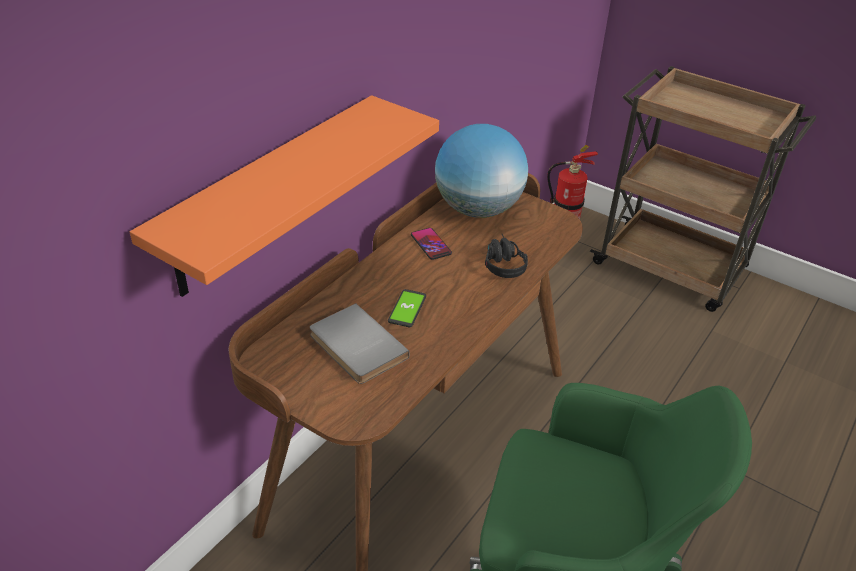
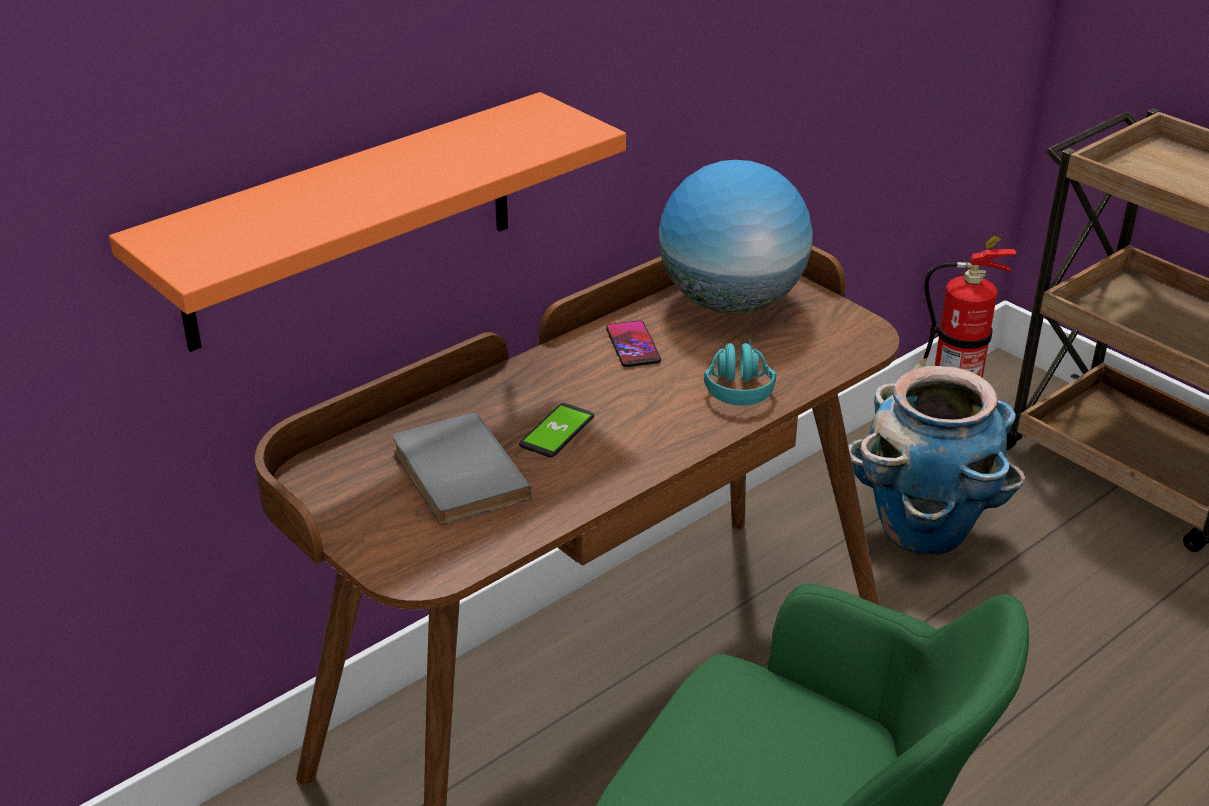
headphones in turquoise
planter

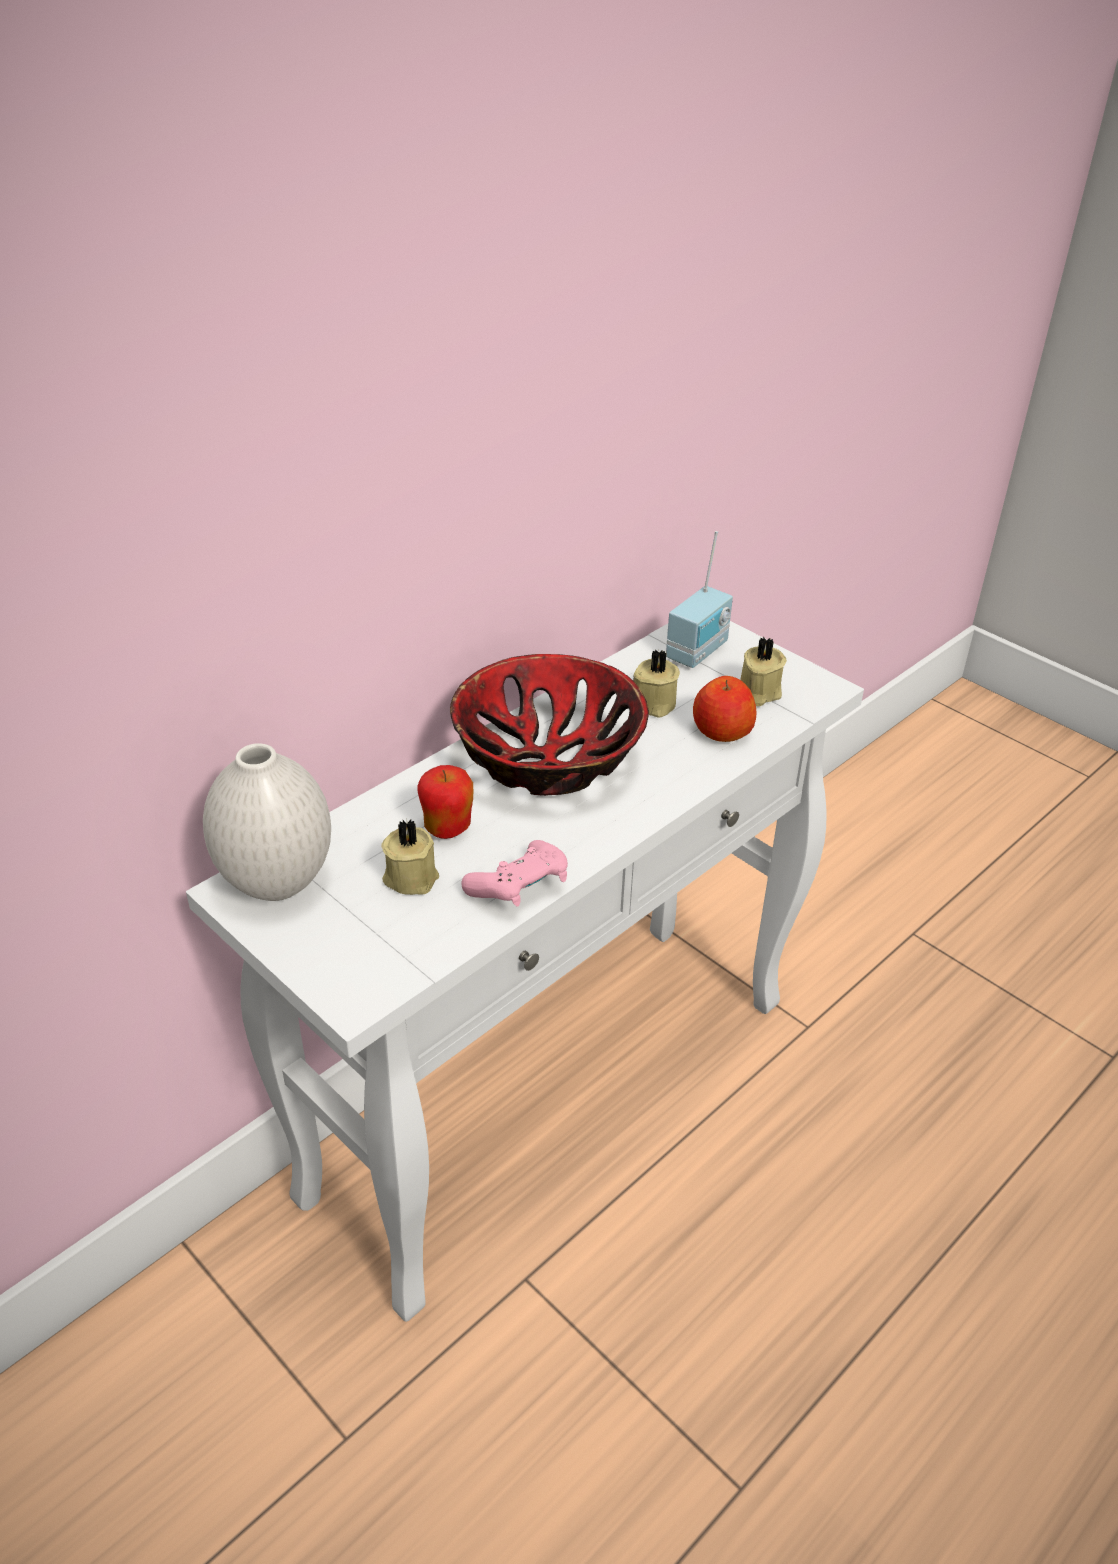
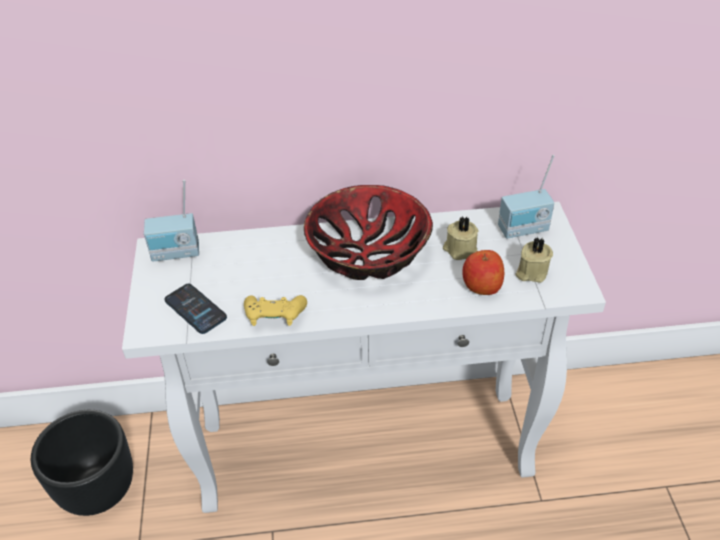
radio (1st from left)
candle in beige (1st from left in the first image)
apple (1st from left in the first image)
game controller in yellow
planter in black
phone

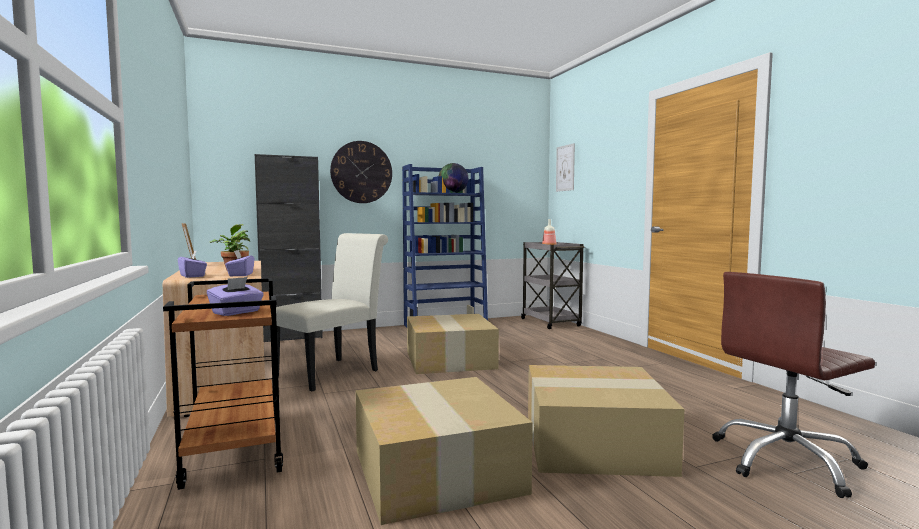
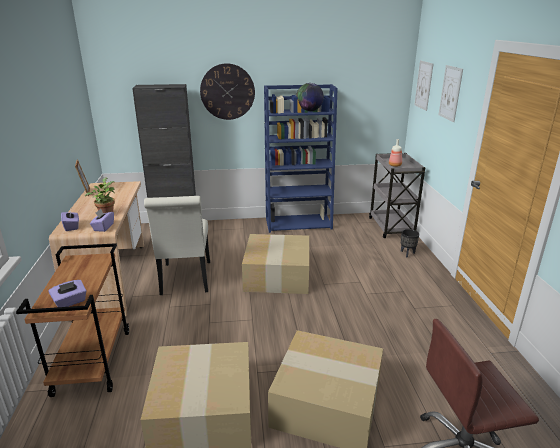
chair in white
planter in black
picture (2nd from left)

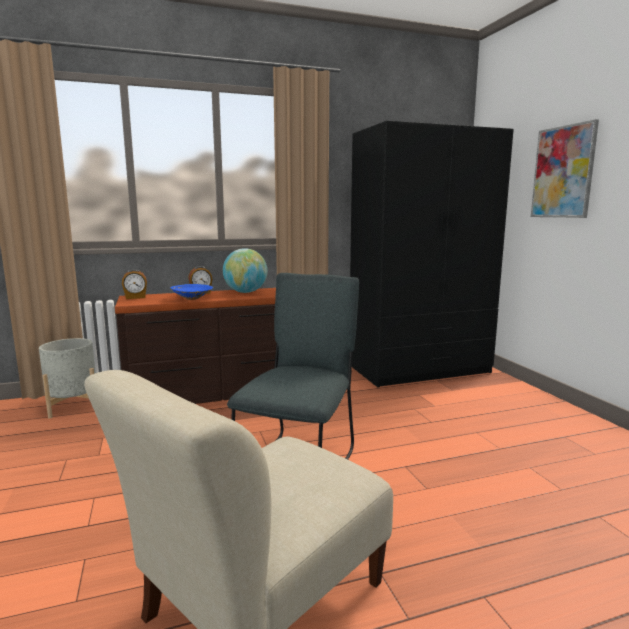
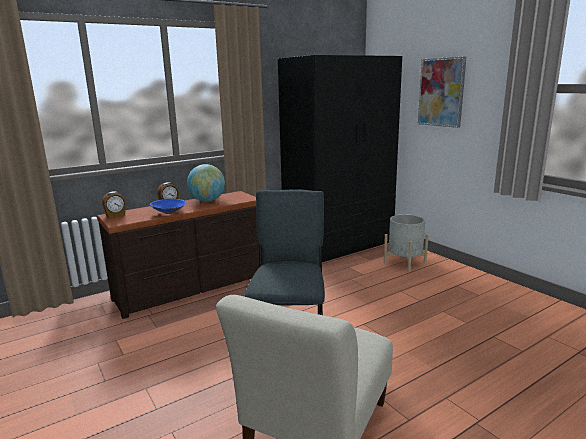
planter in grey

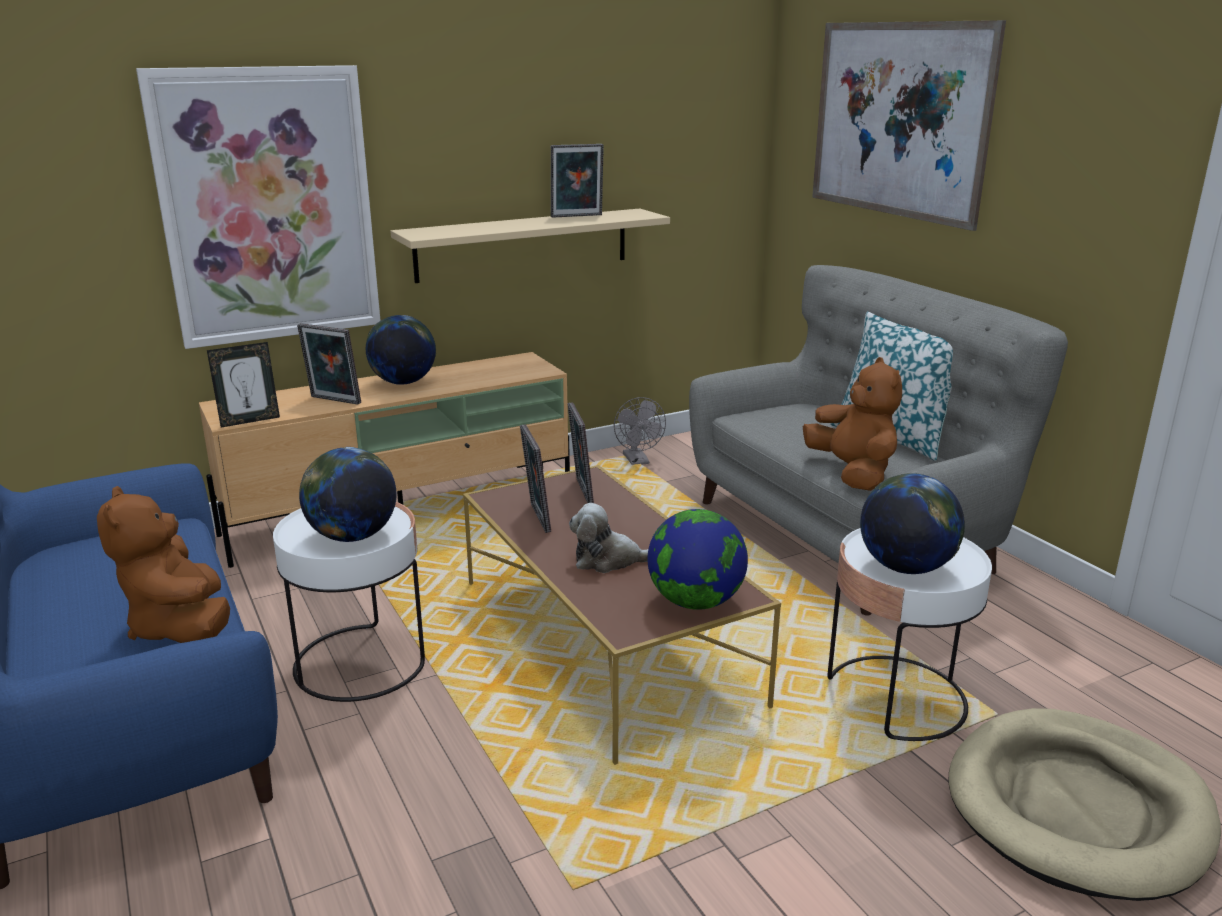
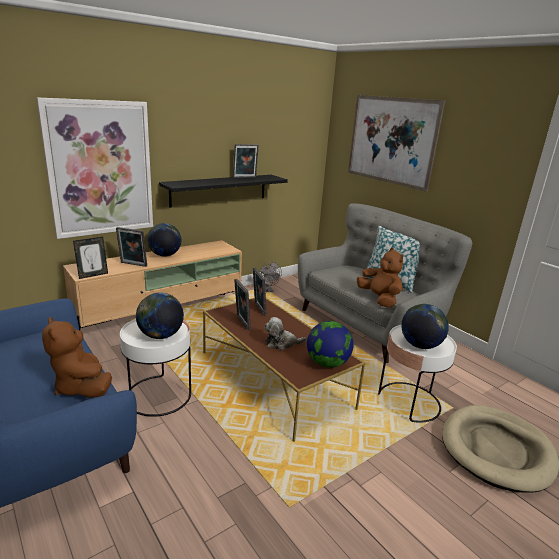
shelf in black

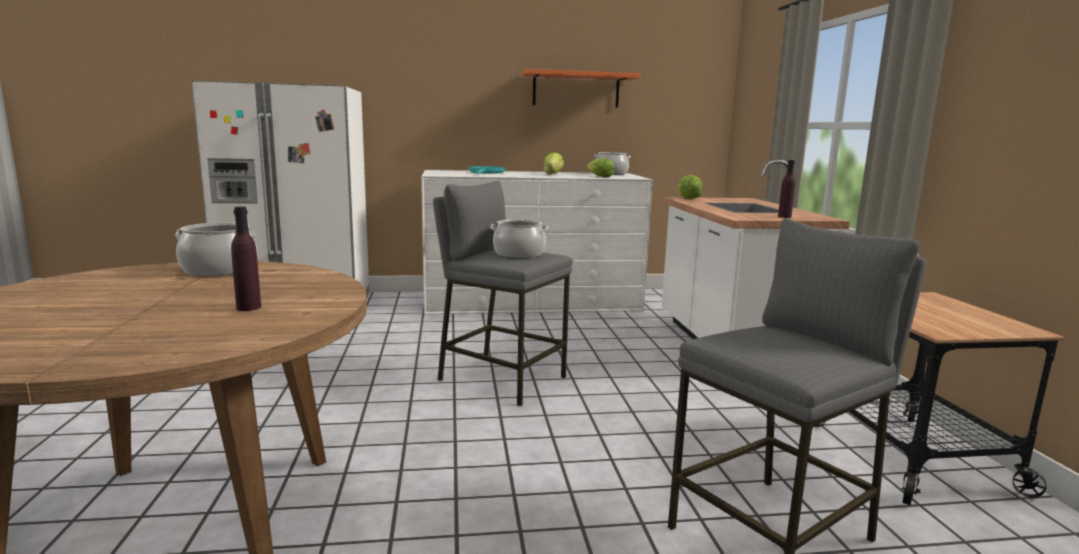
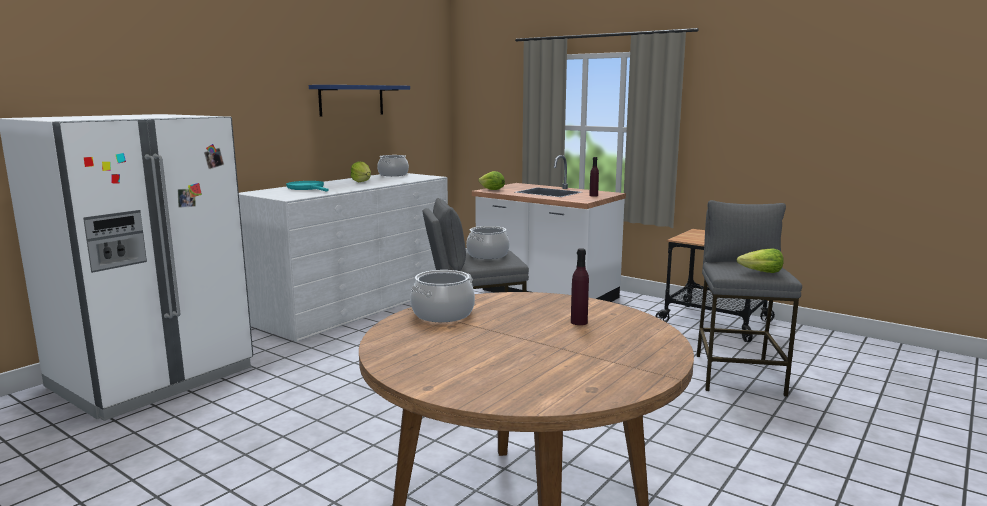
shelf in blue
lettuce (3rd from left)

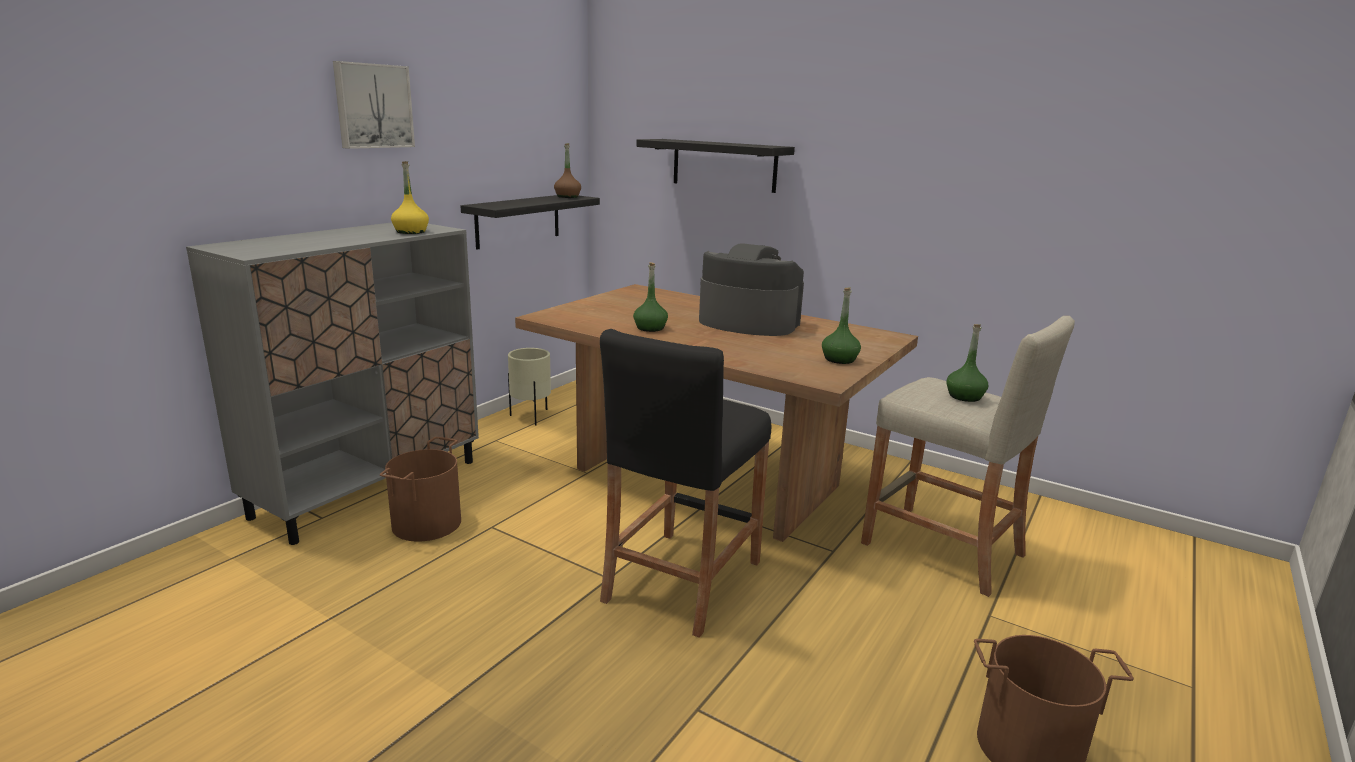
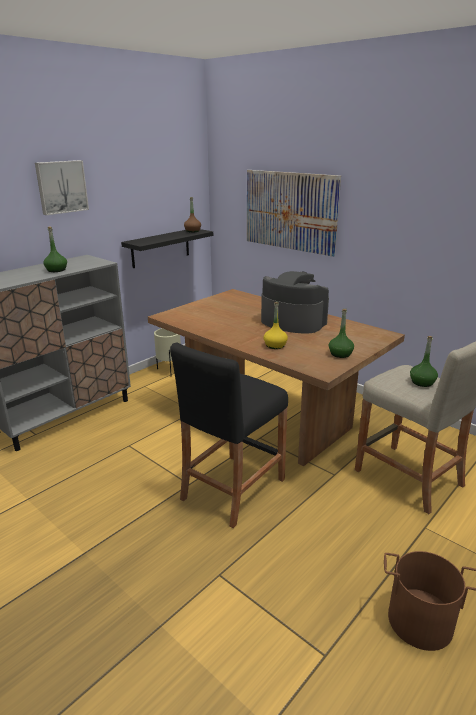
bucket in brown (1st from left in the first image)
bottle in yellow
bottle in green (1st from left)
picture (2nd from left)

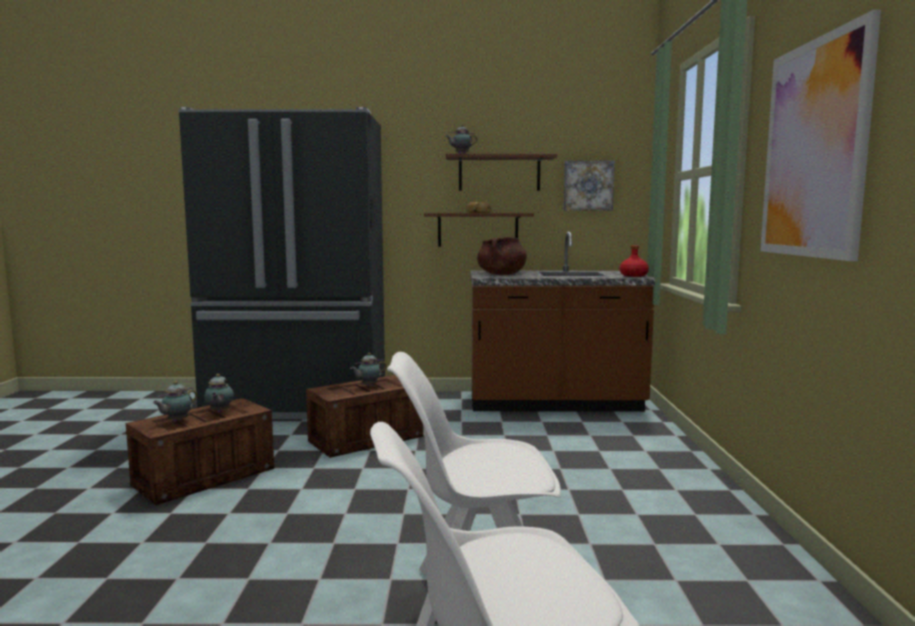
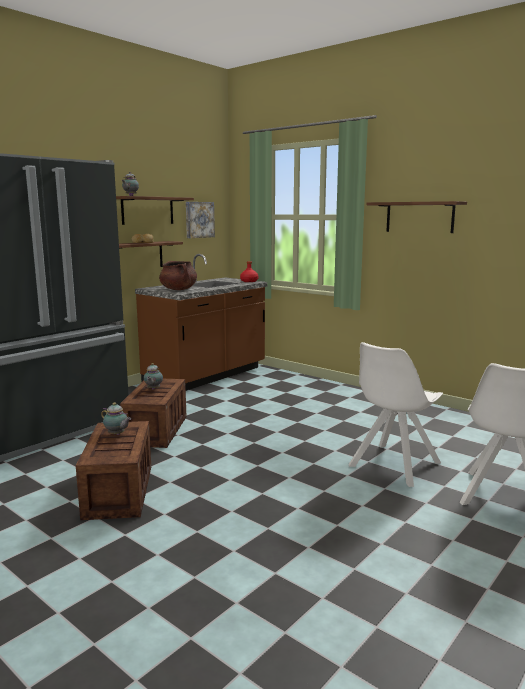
teapot (1st from left in the first image)
shelf (3rd from left)

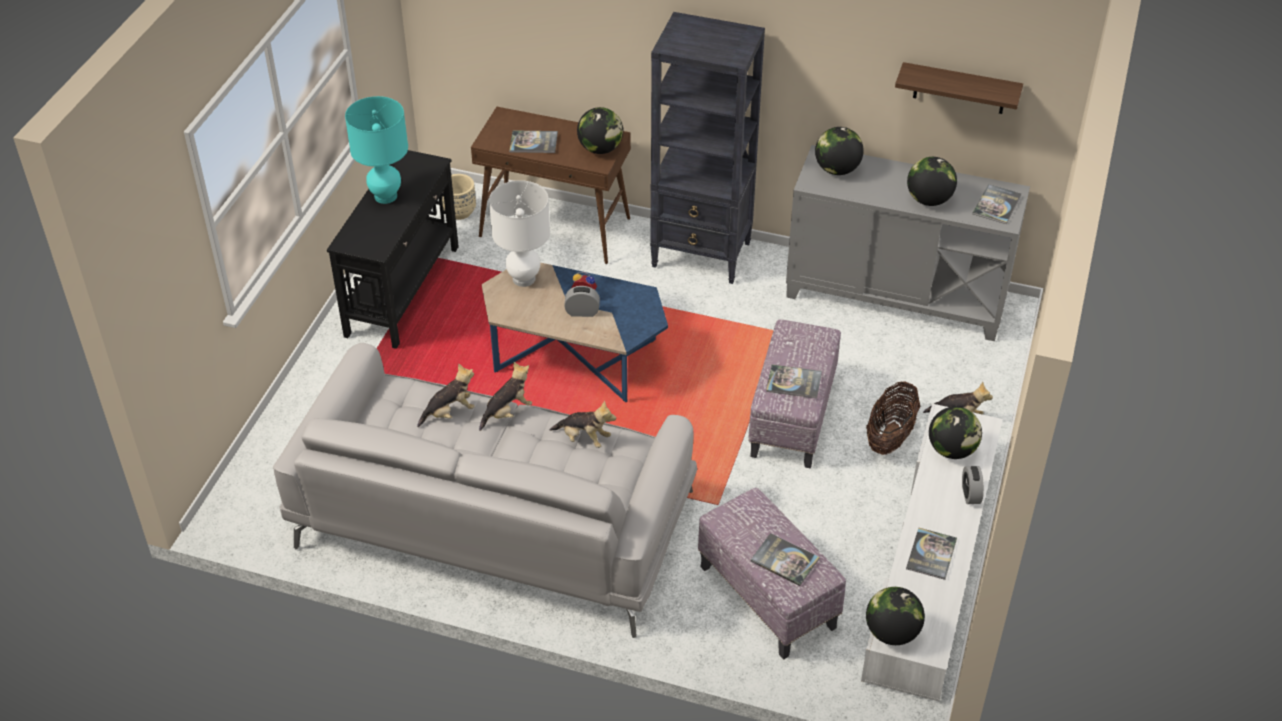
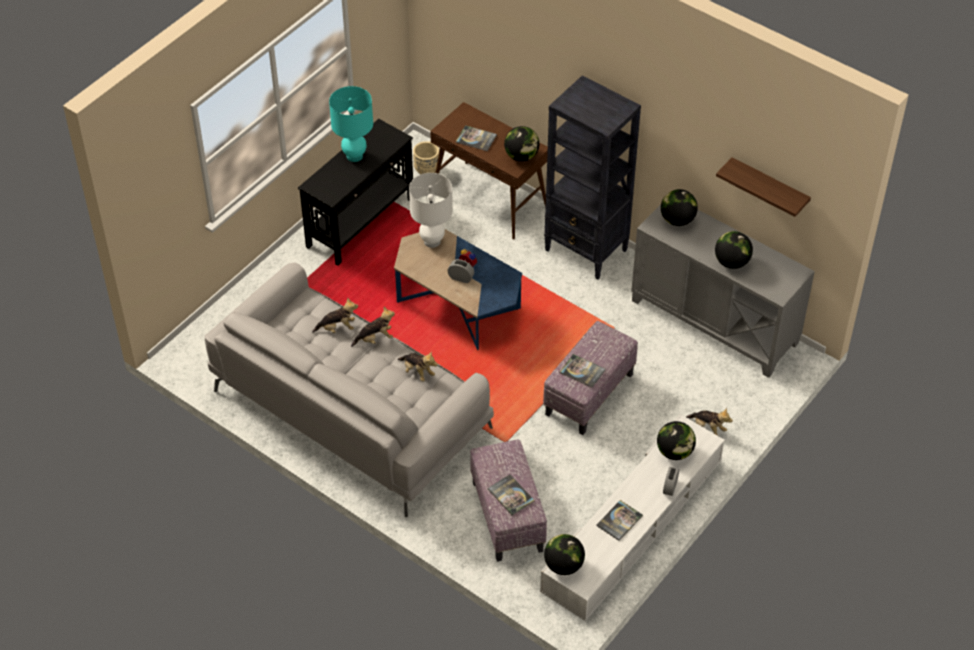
basket
book (5th from left in the first image)

